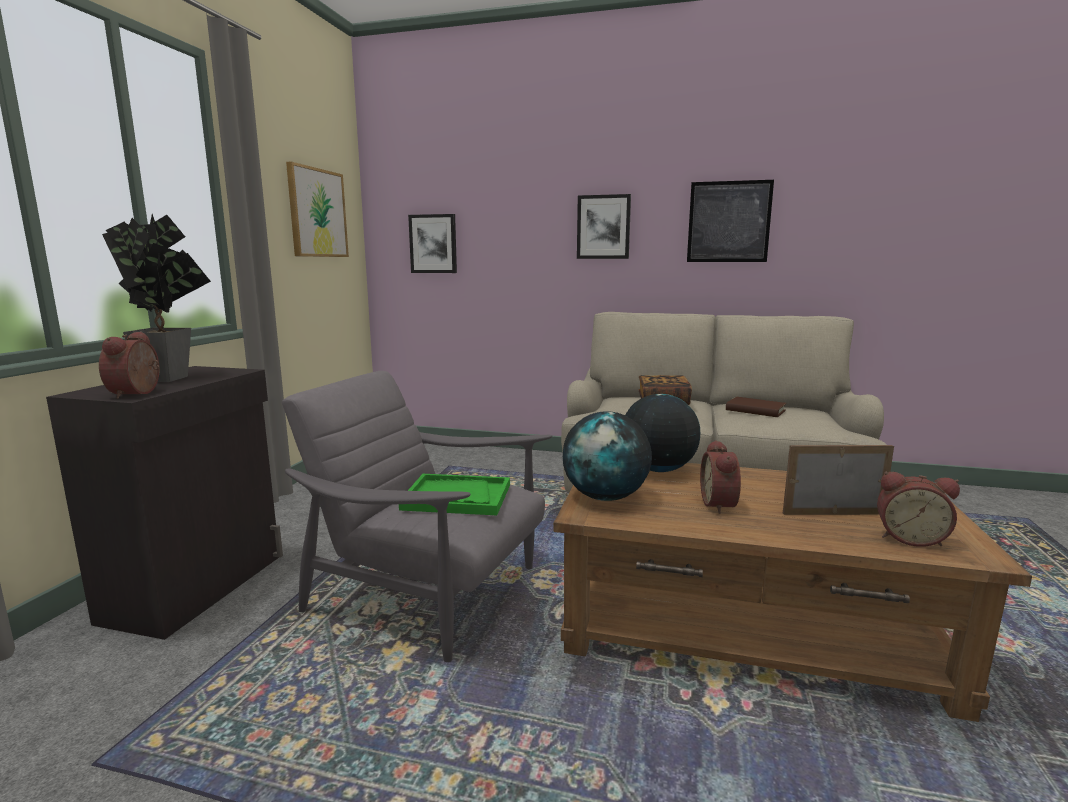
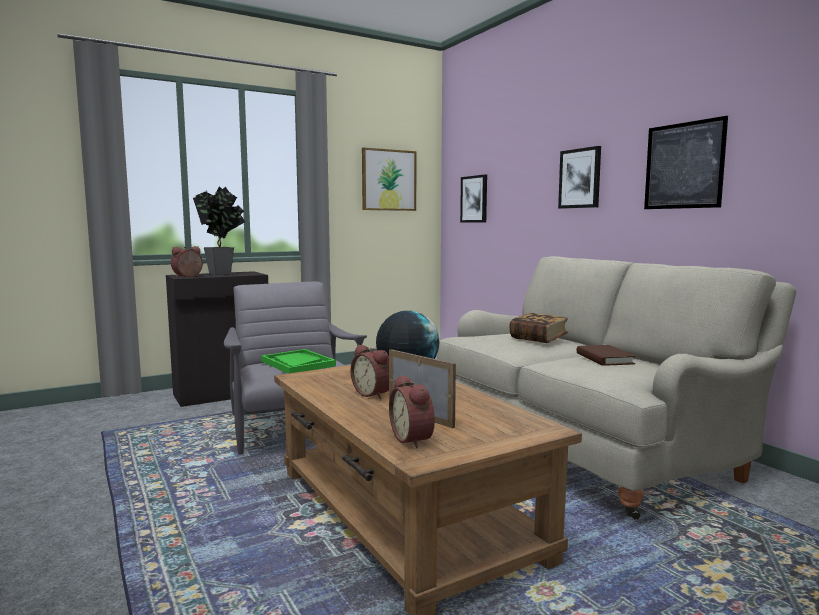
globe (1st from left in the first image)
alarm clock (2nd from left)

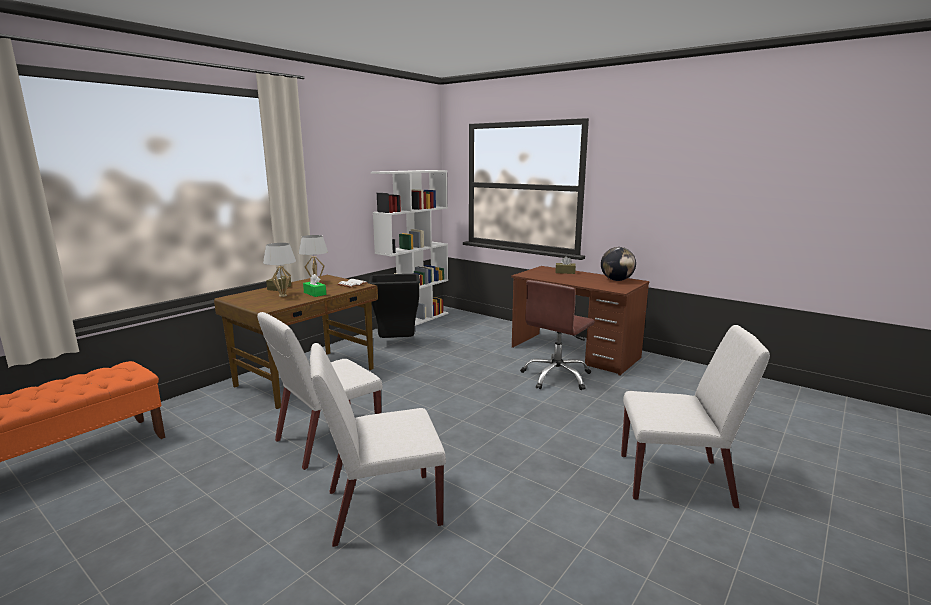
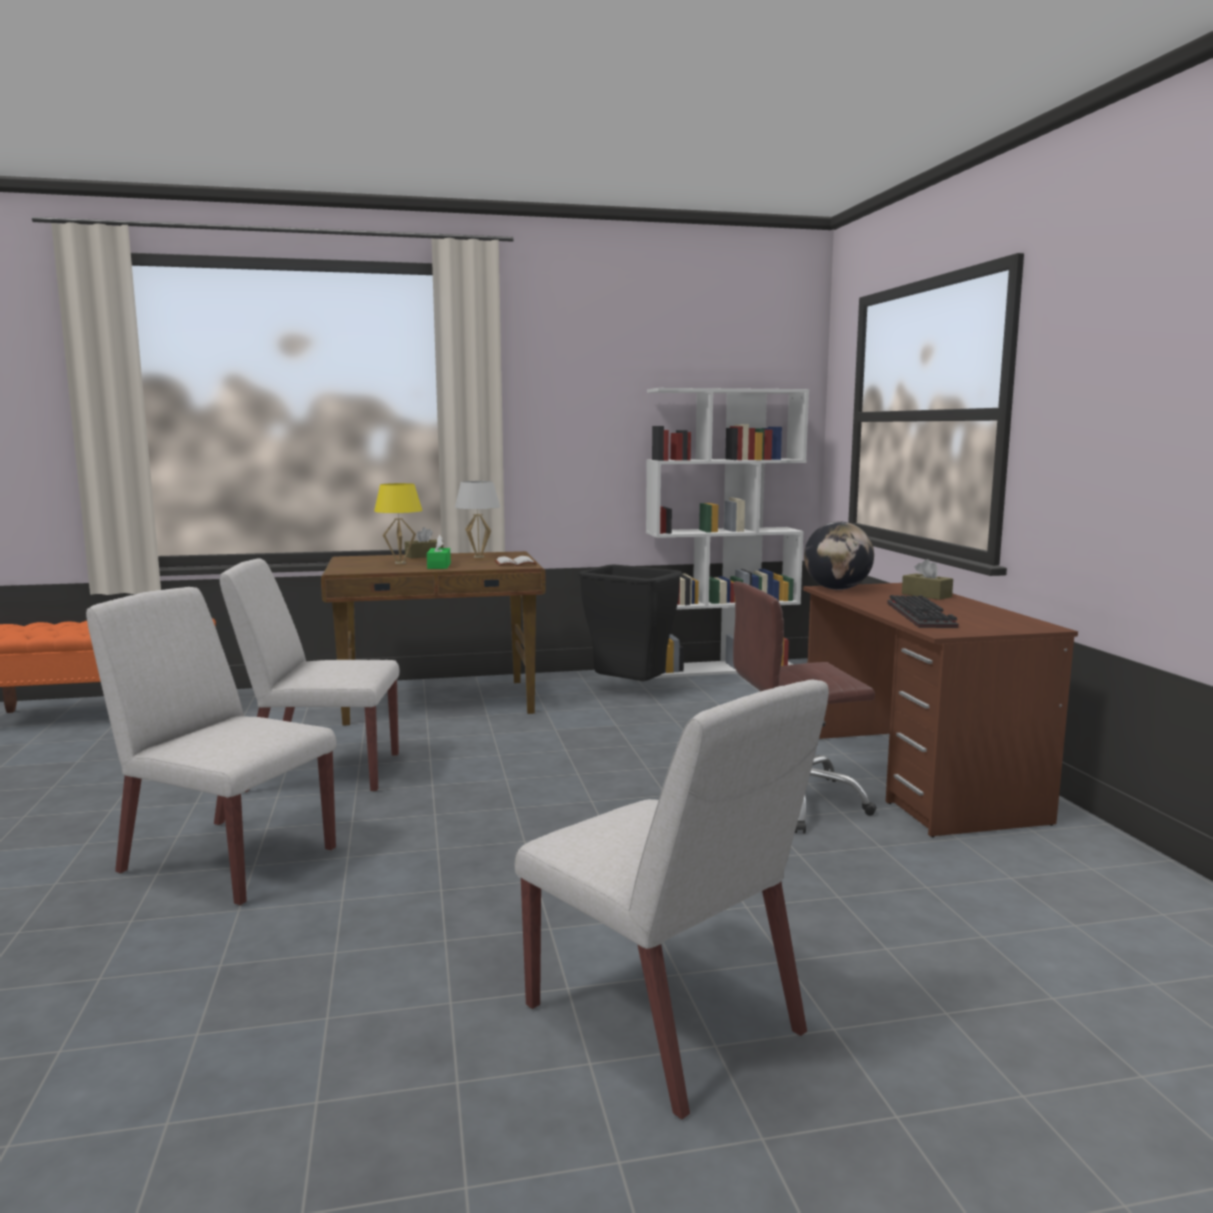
table lamp in yellow
globe
keyboard

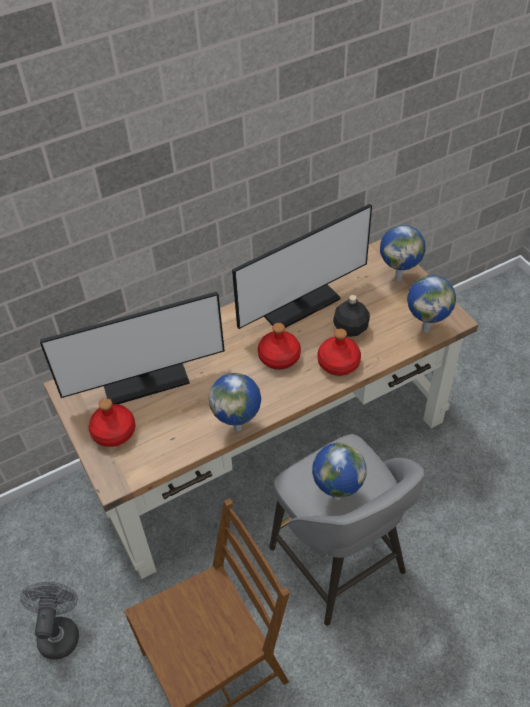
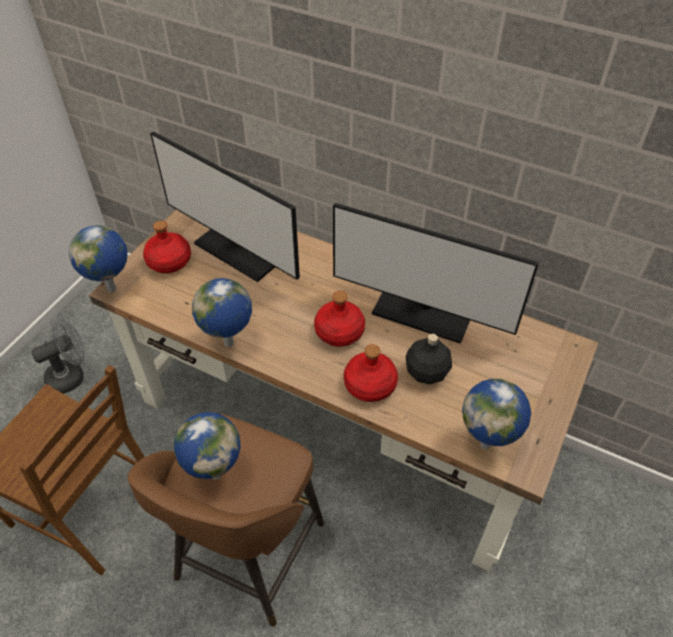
stool in brown
globe (1st from left)

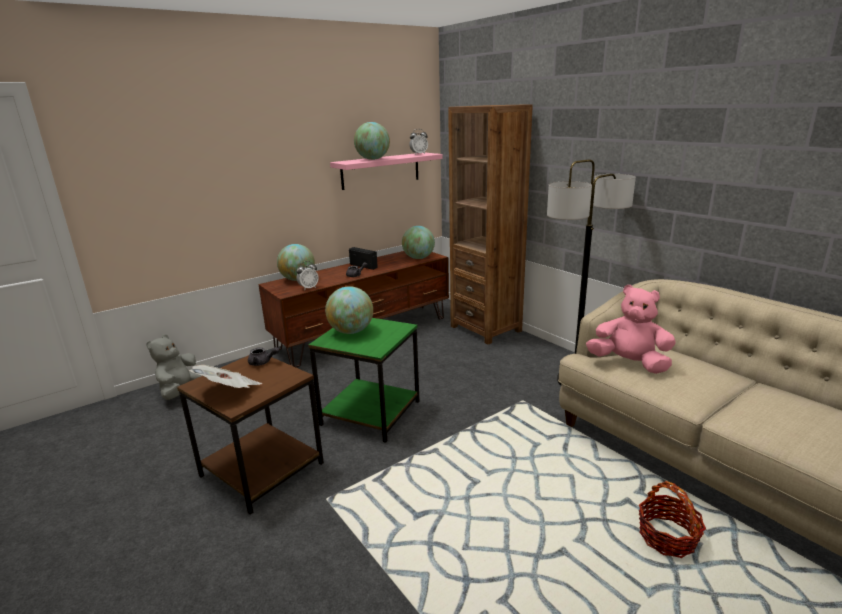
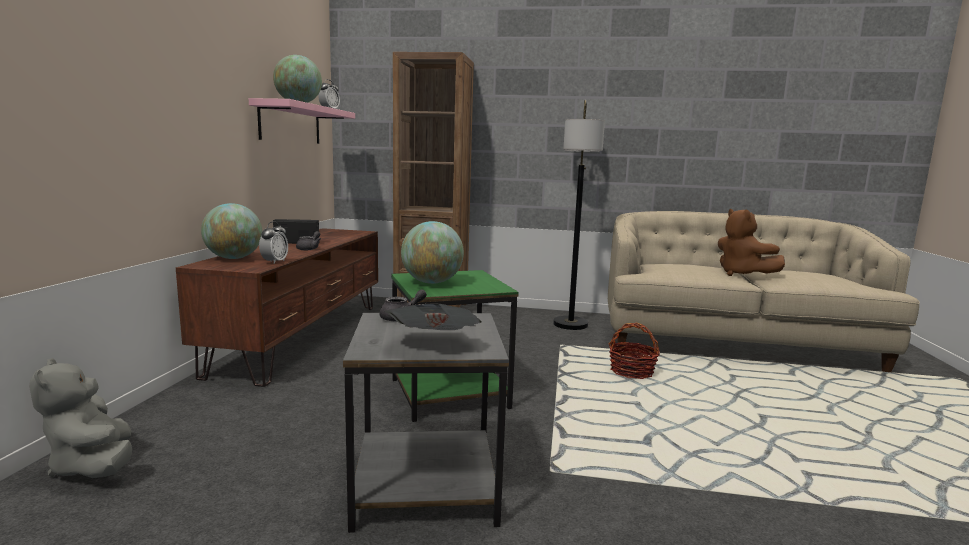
side table in grey
globe (4th from left in the first image)
plush toy in pink
basket
plush toy in brown

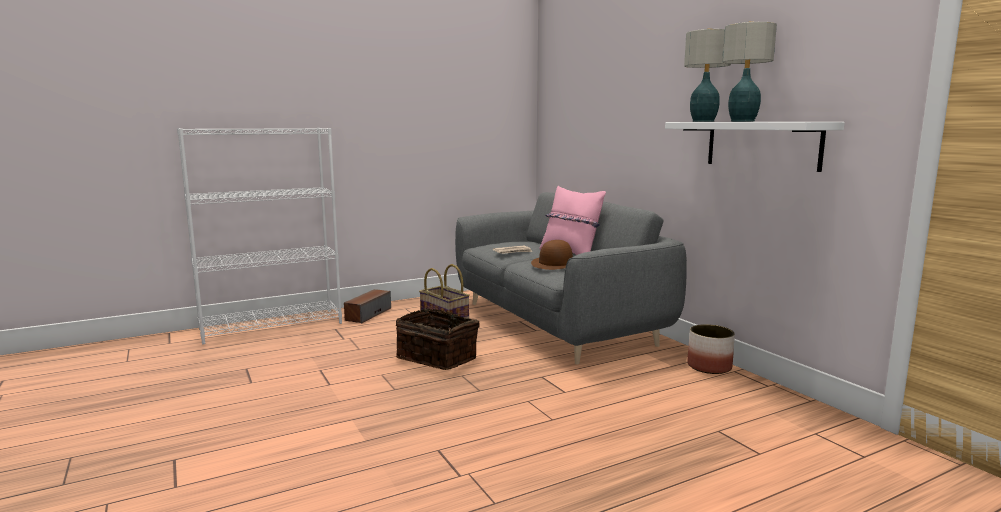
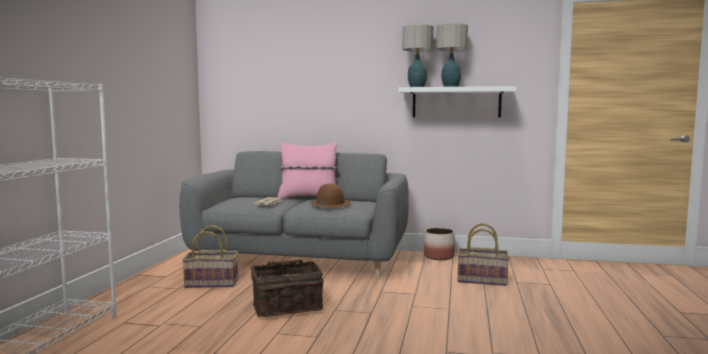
speaker
basket (3rd from left)

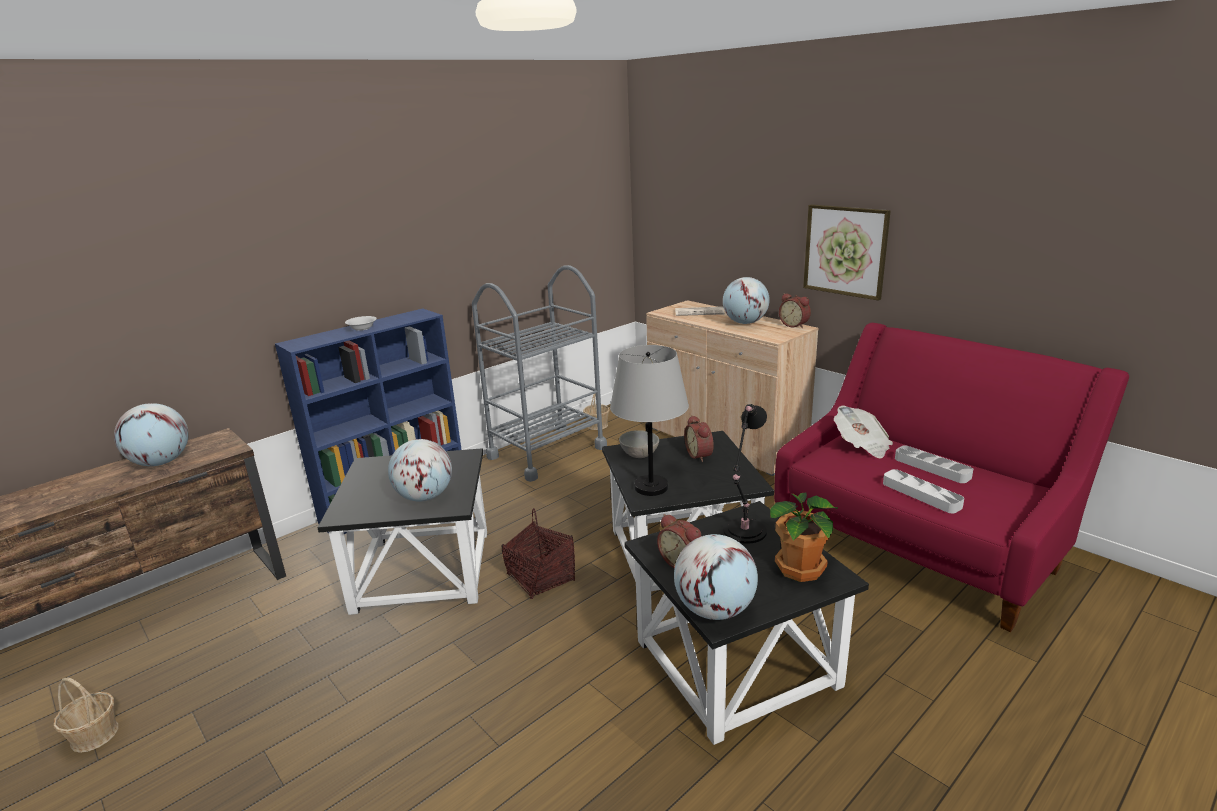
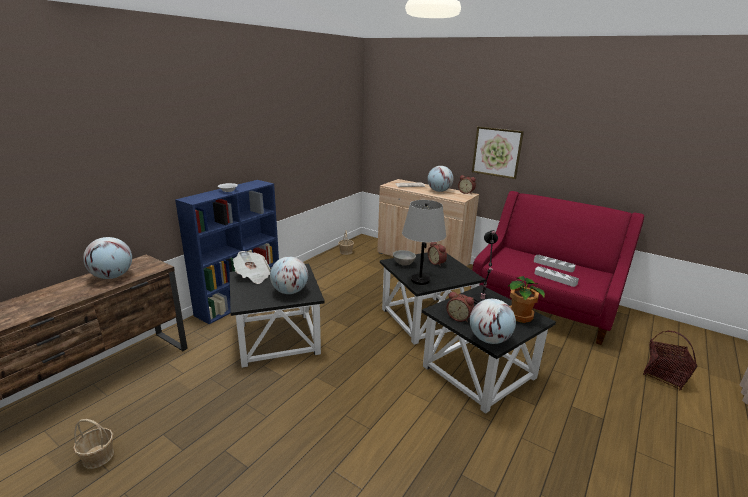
cart in grey
basket (3rd from left)
newspaper (1st from left)

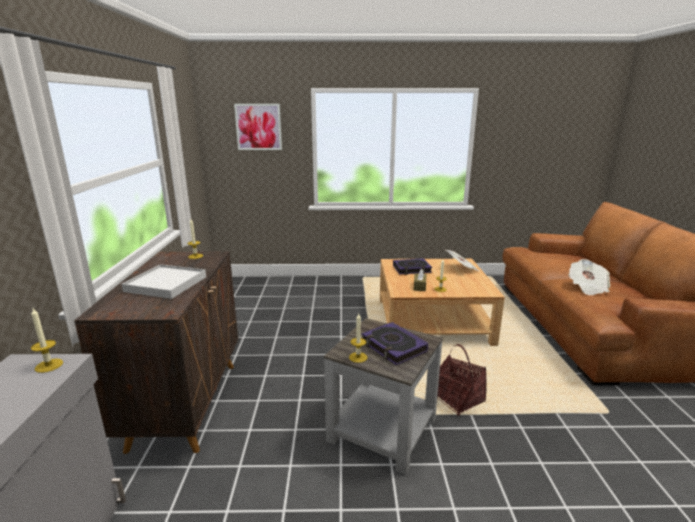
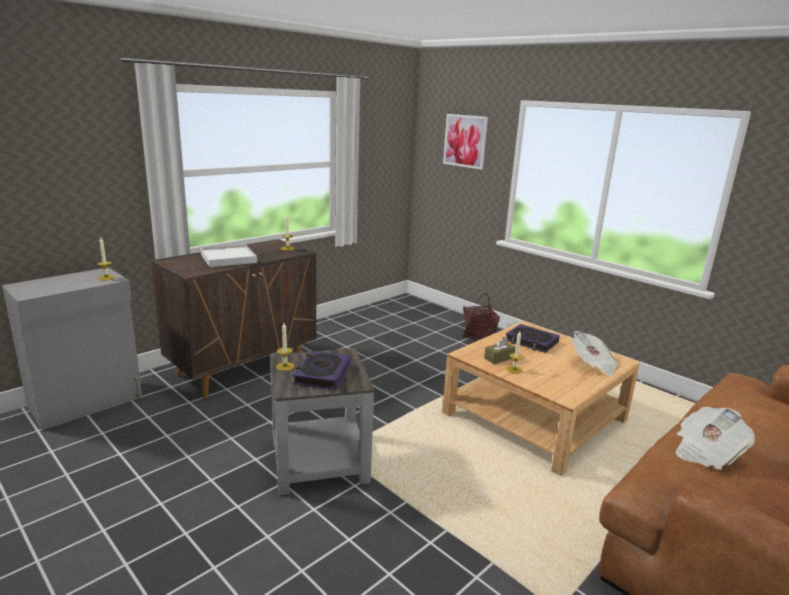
basket

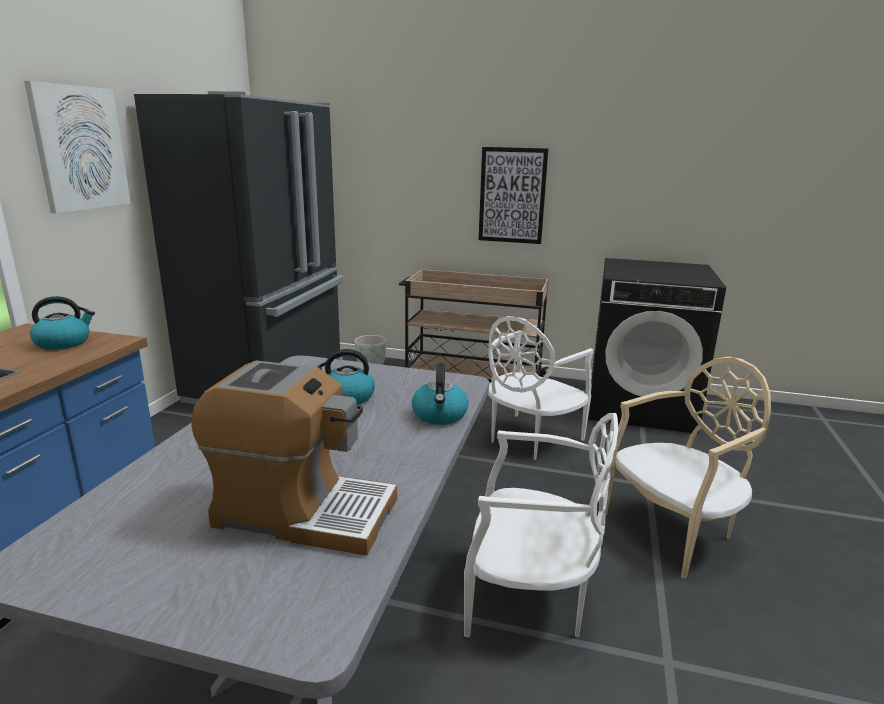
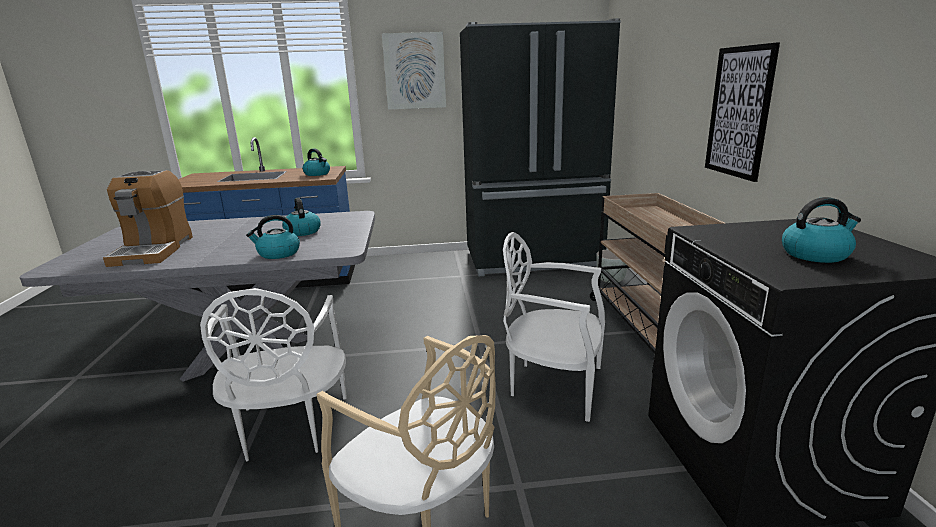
kettle (4th from left)

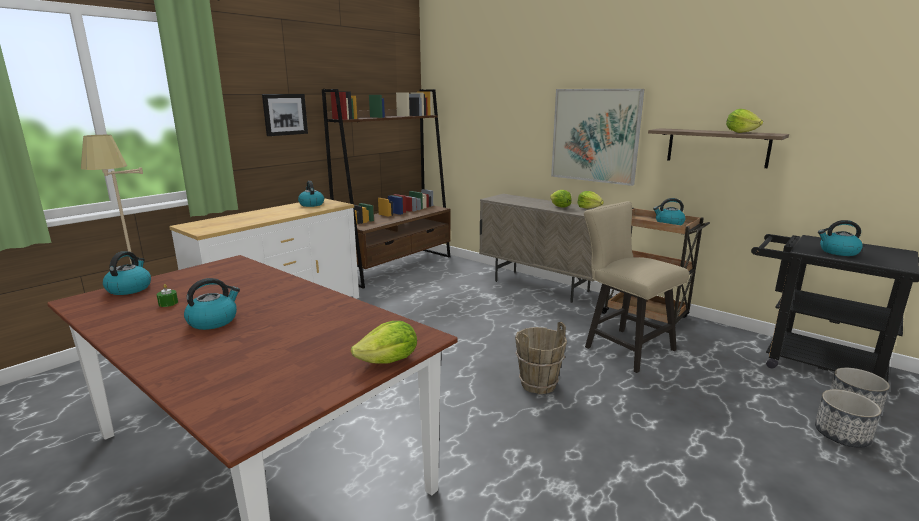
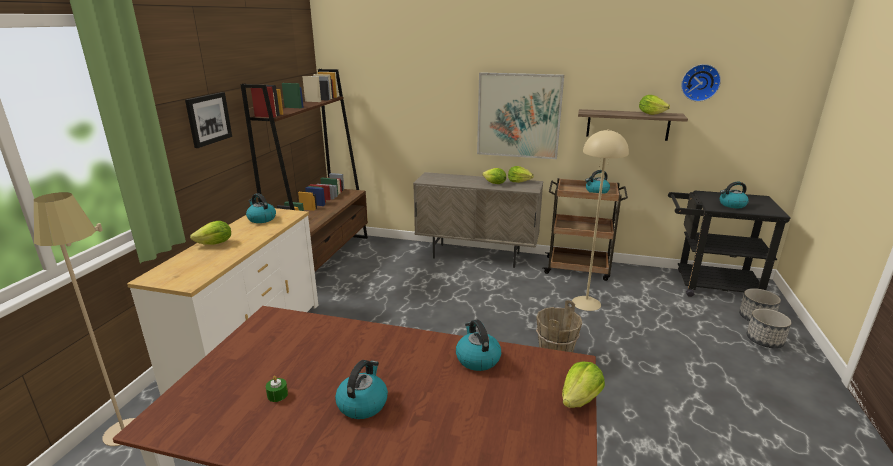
kettle (3rd from left)
floor lamp in beige (2nd from left)
lettuce (1st from left)
wall clock

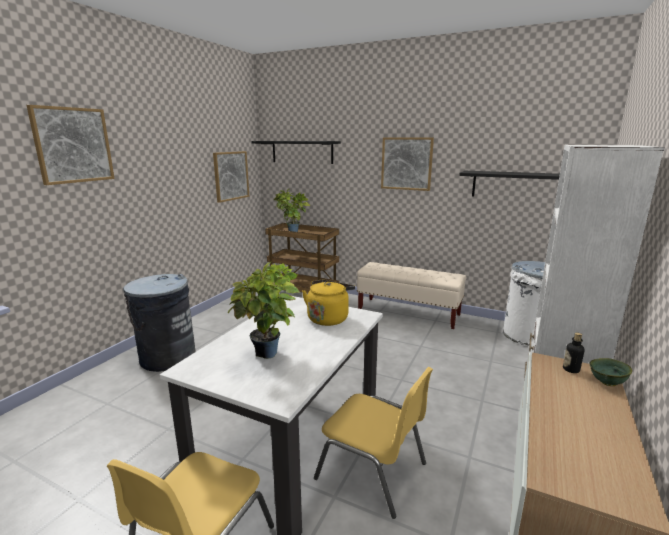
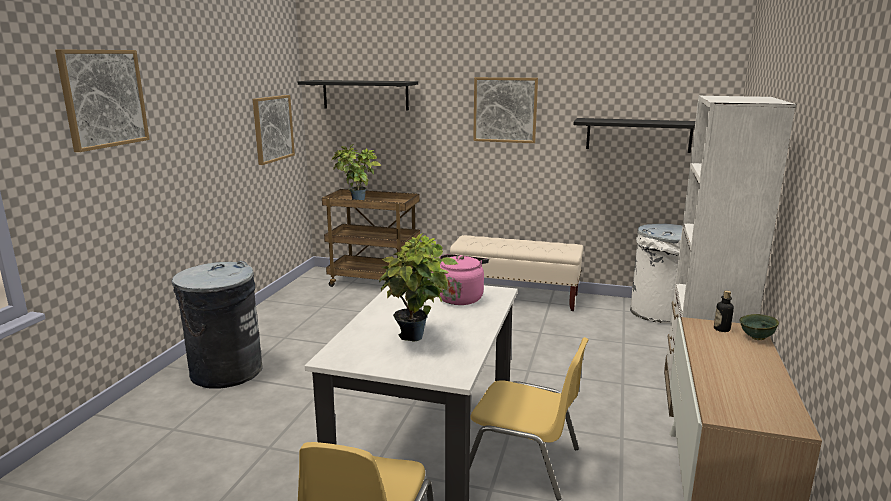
kettle in pink

